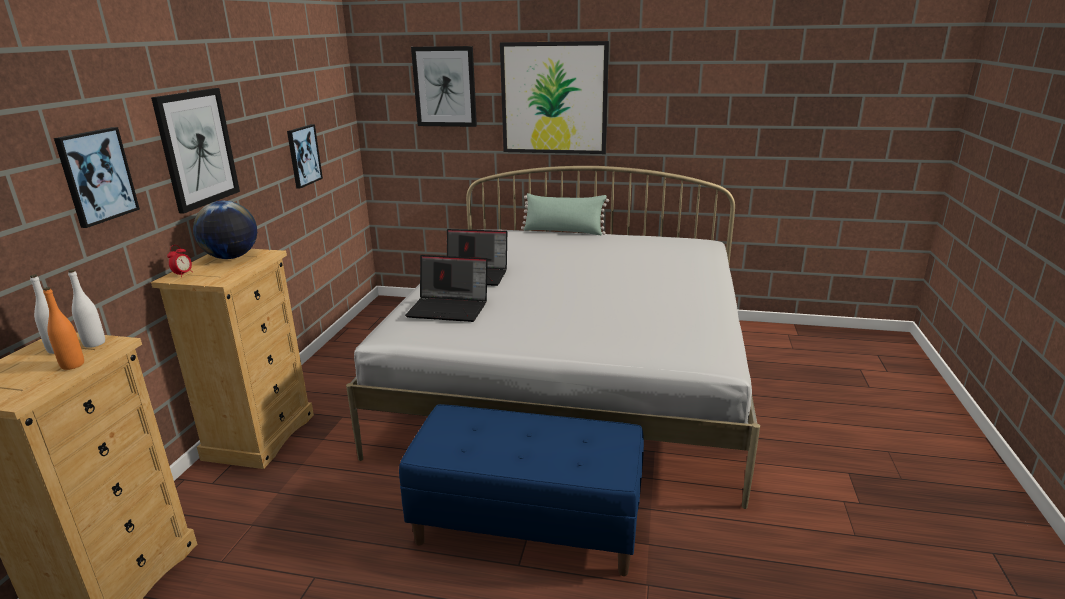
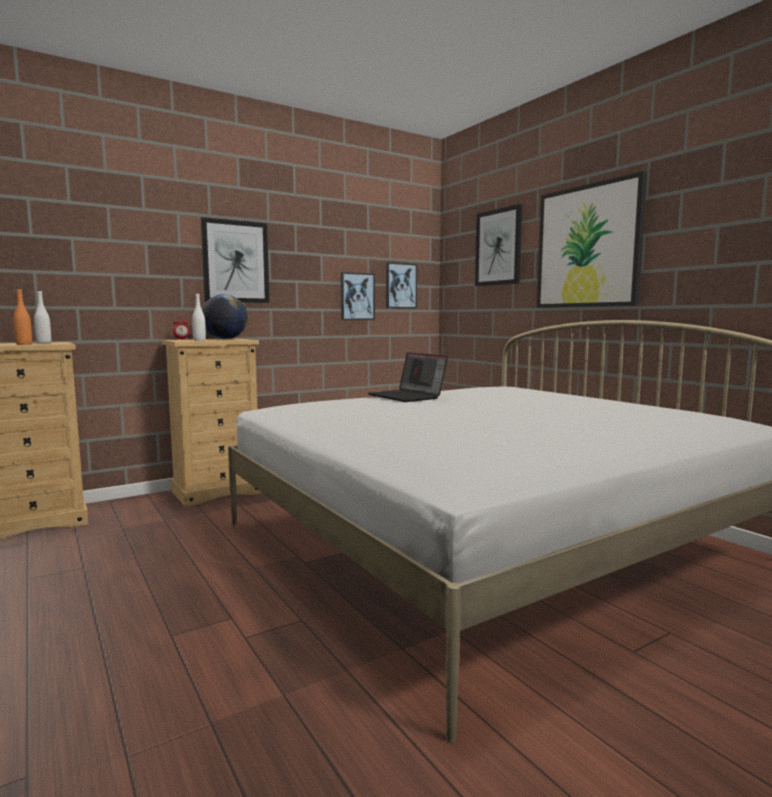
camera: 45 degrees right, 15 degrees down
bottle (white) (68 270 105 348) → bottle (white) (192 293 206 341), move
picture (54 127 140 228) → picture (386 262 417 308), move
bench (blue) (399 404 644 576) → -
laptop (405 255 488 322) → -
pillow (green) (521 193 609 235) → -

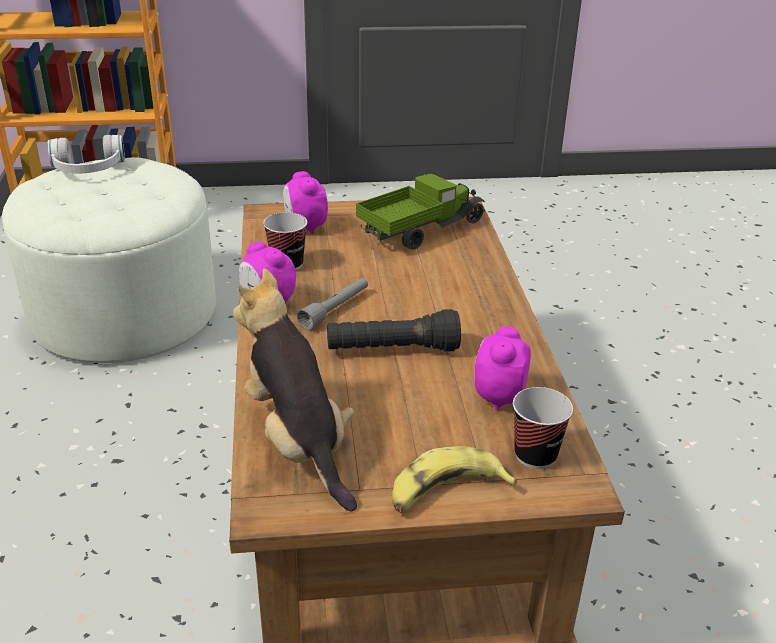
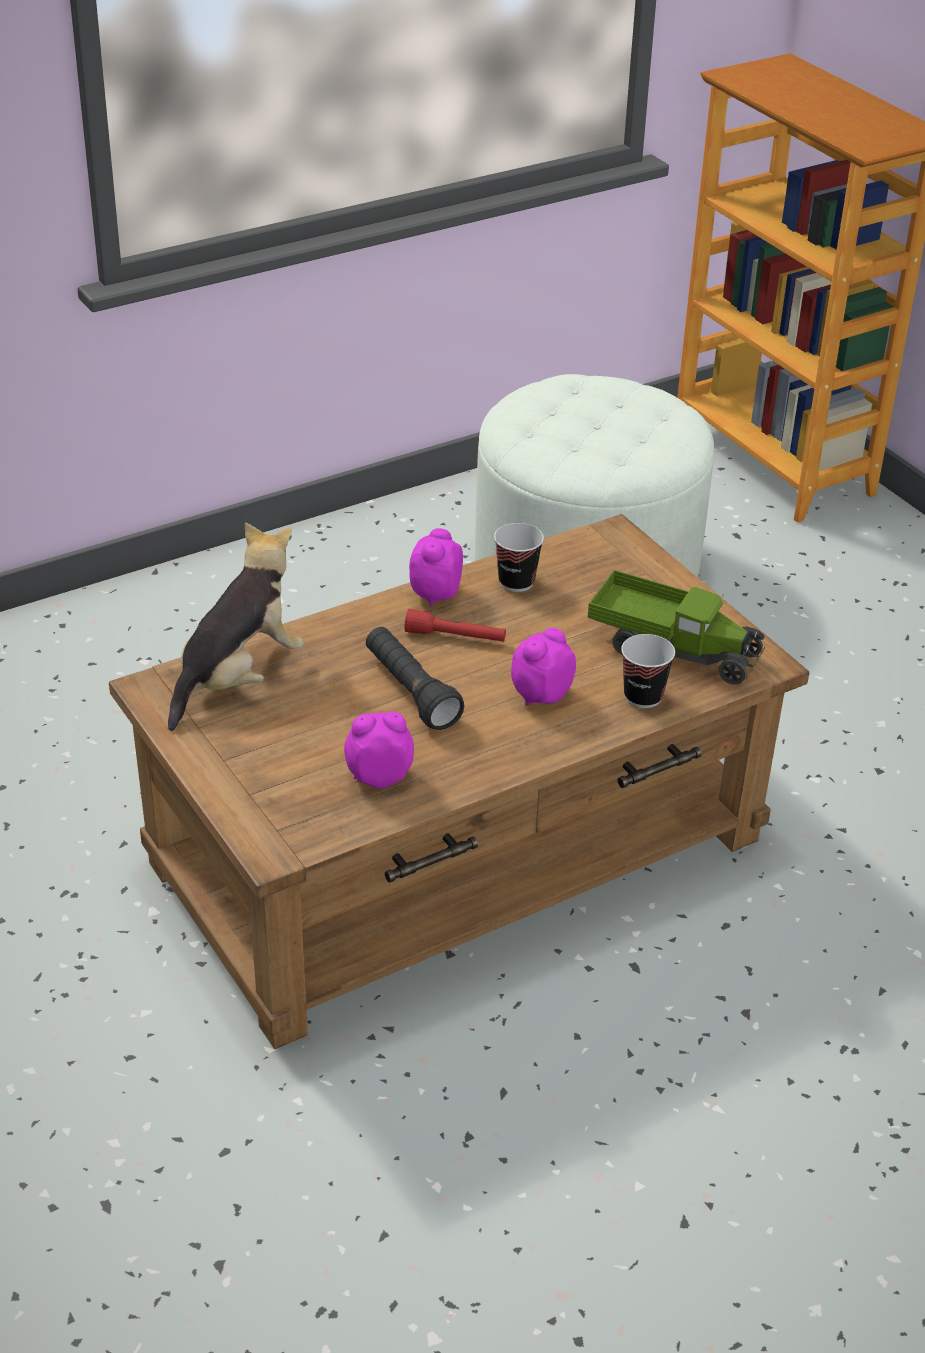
camera: 65 degrees right, 5 degrees up
flashlight (grey) (297 278 368 330) → flashlight (red) (404 609 506 642)
alarm clock (283 171 328 234) → alarm clock (511 628 576 706), move
cup (513 387 573 469) → cup (621 634 675 708), move
headphones (white) (48 135 125 173) → -
banana (392 446 517 513) → -

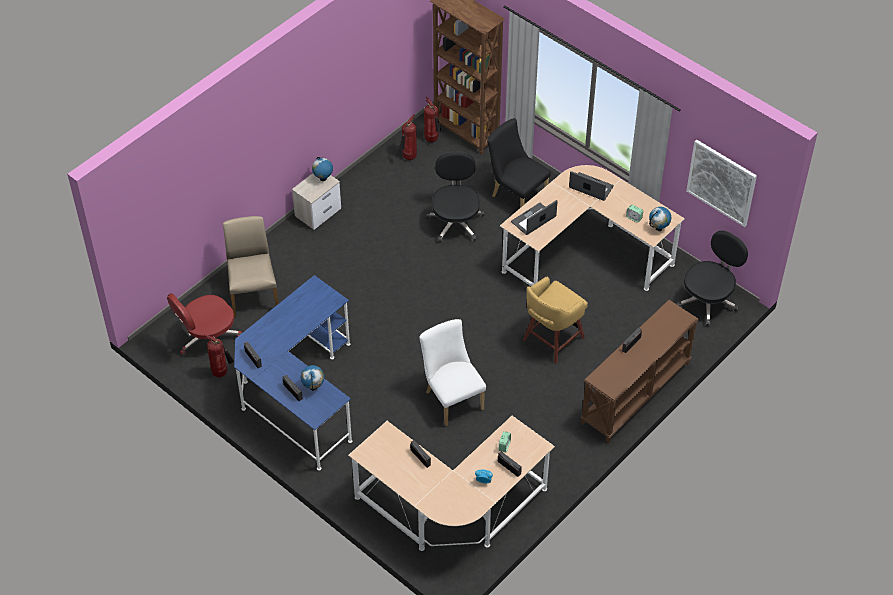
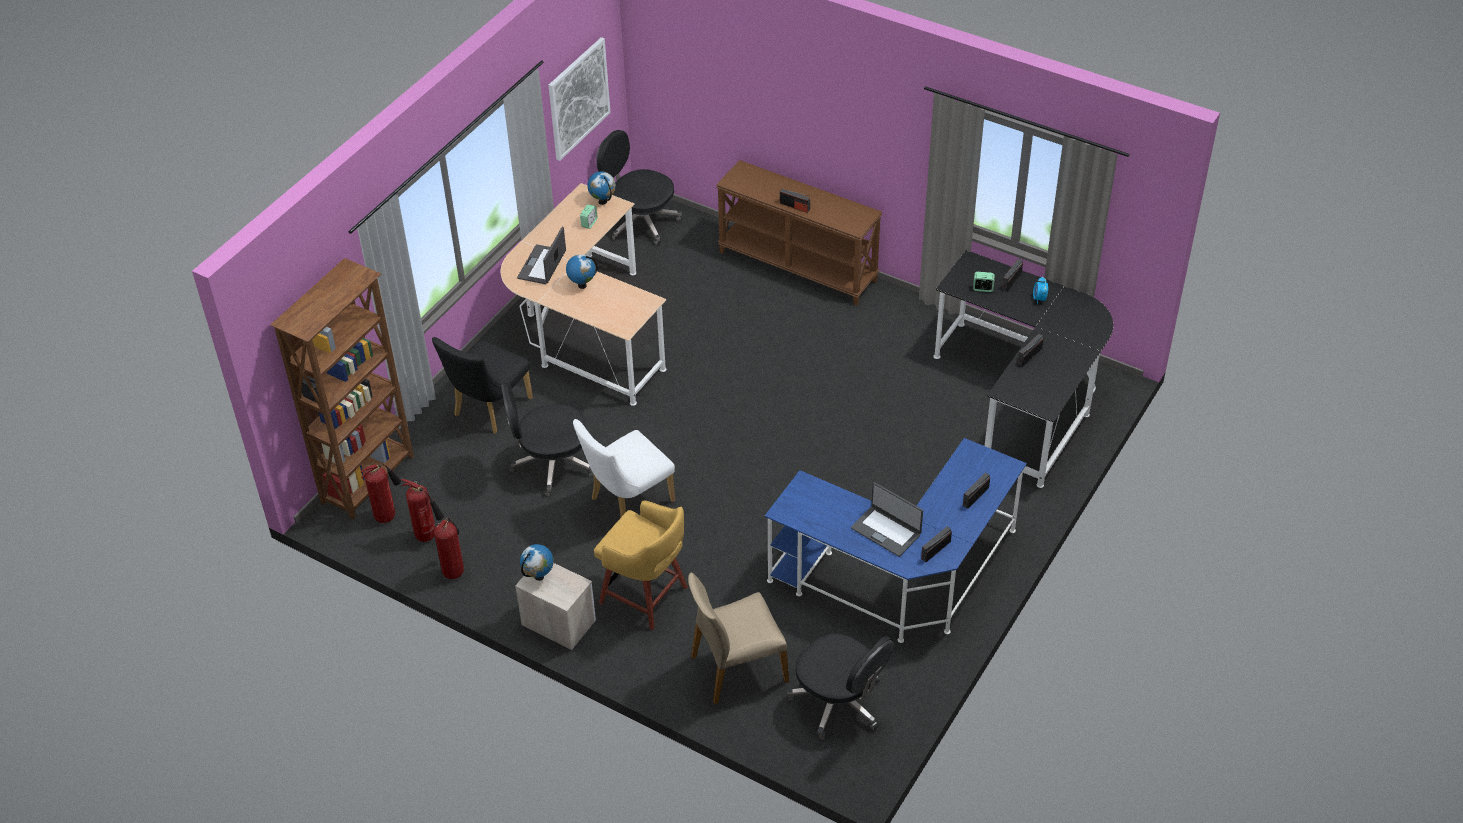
camera: 100 degrees left, 5 degrees down
fire extinguisher (204 334 234 377) → fire extinguisher (434 517 464 579), move
globe (301 365 324 391) → globe (566 254 598 289), move
chair (white) (419 319 486 426) → chair (white) (573 419 675 517), move
stool (yellow) (523 277 588 364) → stool (yellow) (594 501 688 630), move
office chair (red) (167 293 242 355) → office chair (black) (787 633 894 740)
laptop (511 200 558 235) → laptop (851 482 923 557), move
desk (beige) (348 416 555 551) → desk (black) (933 250 1113 488)

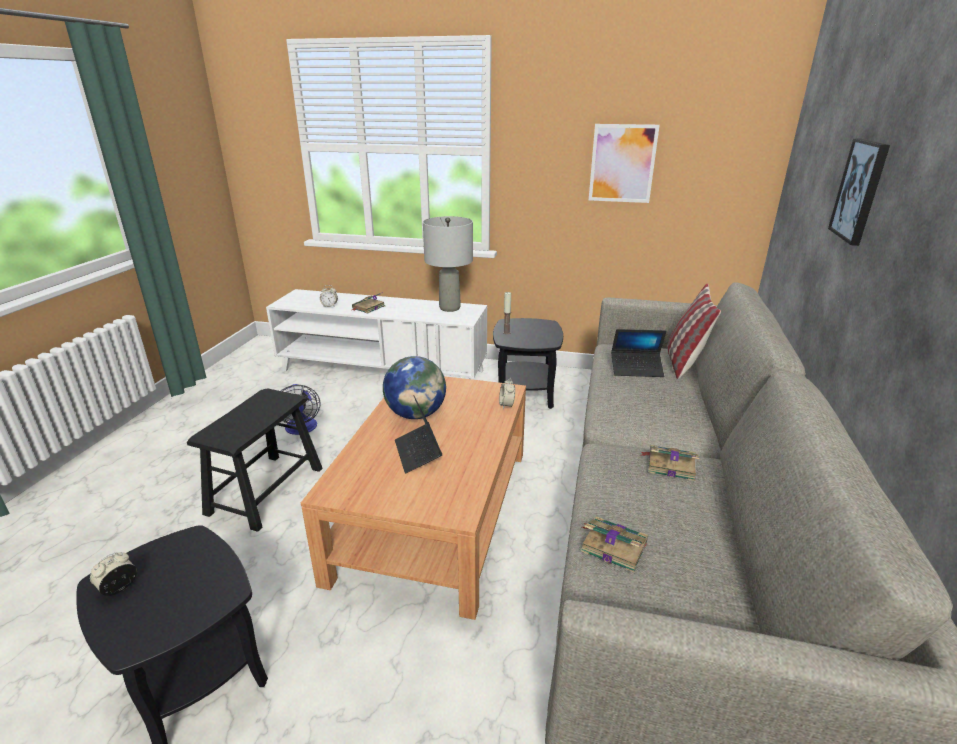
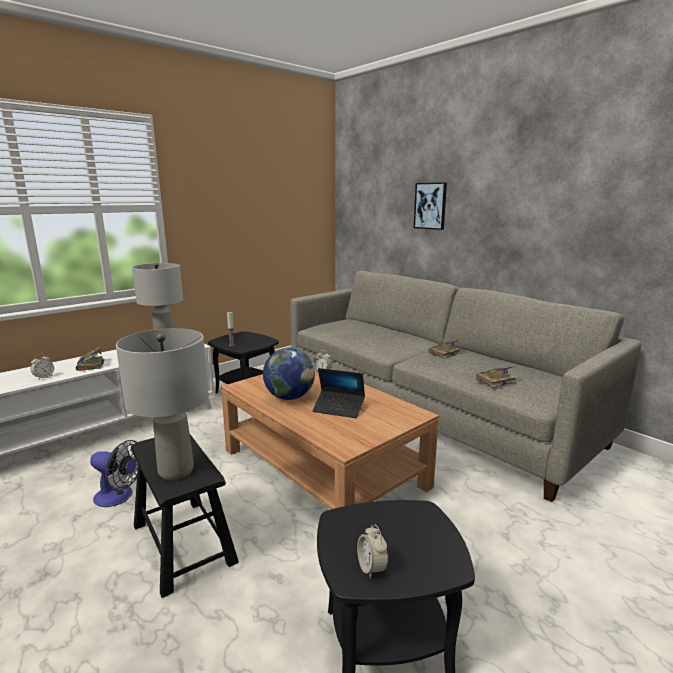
camera: 55 degrees left, 10 degrees down
- → table lamp (grey) (116 328 209 480)
picture (589 124 660 203) → -
laptop (611 329 666 377) → -
pillow (668 283 721 379) → -

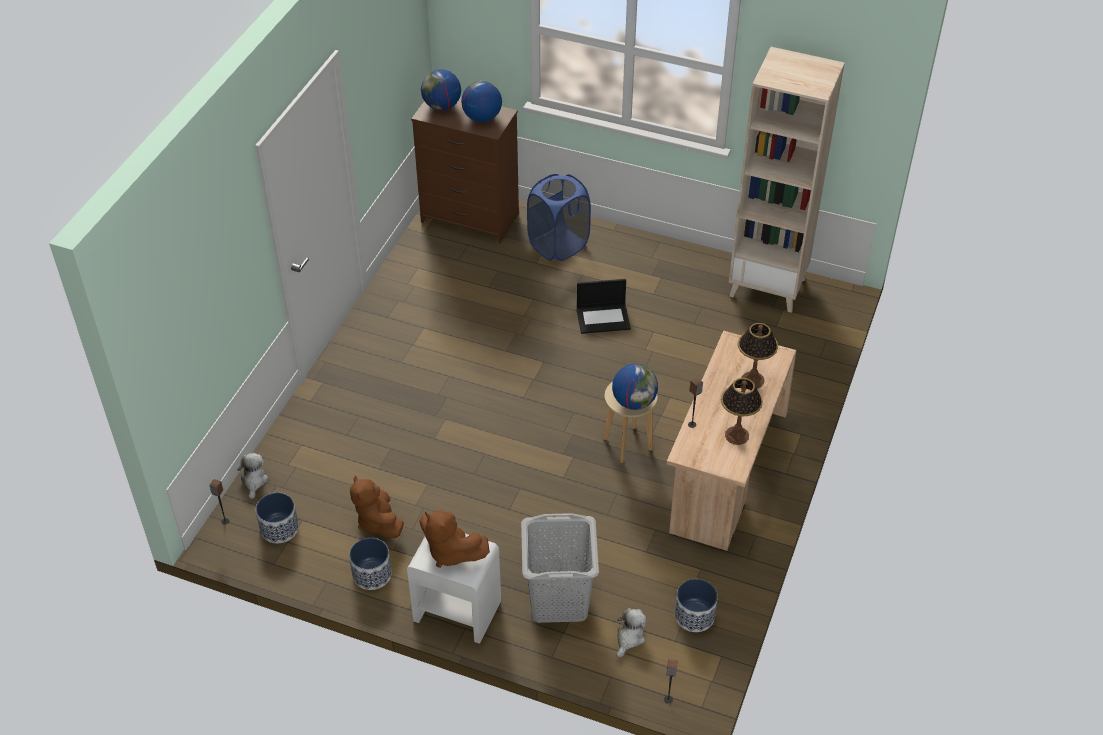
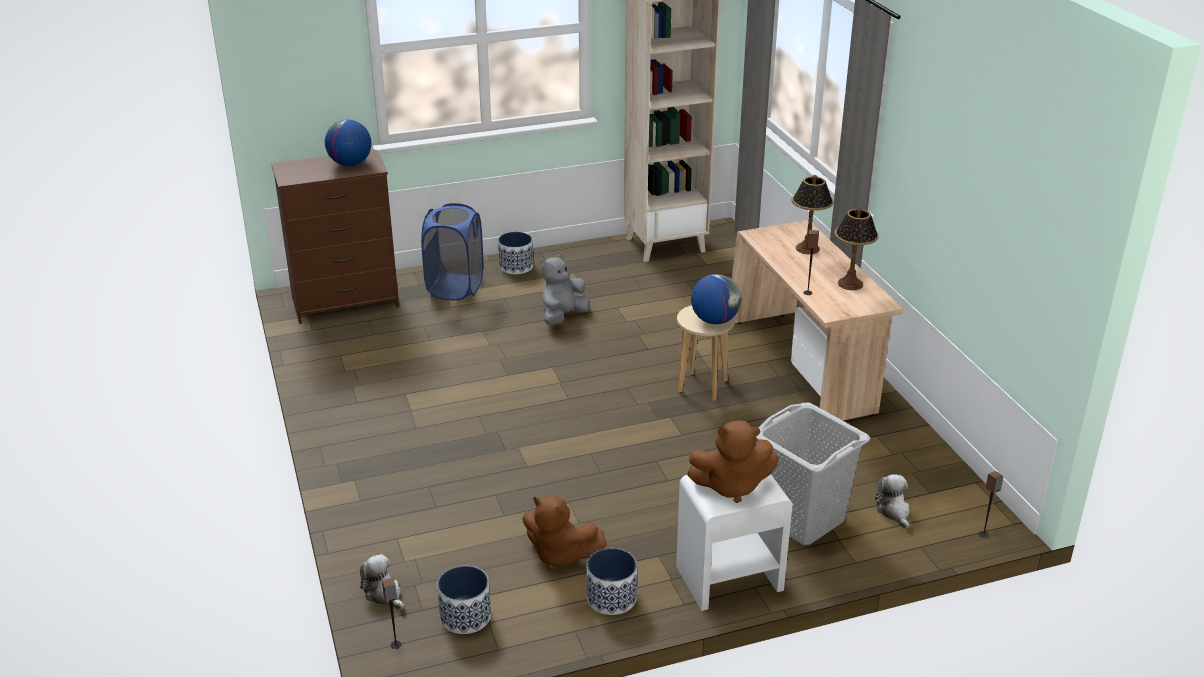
camera: 40 degrees left, 15 degrees down
planter (675 579 718 632) → planter (498 232 533 274), move
laptop (577 279 631 334) → plush toy (grey) (541 254 590 325)
globe (421 69 461 110) → -

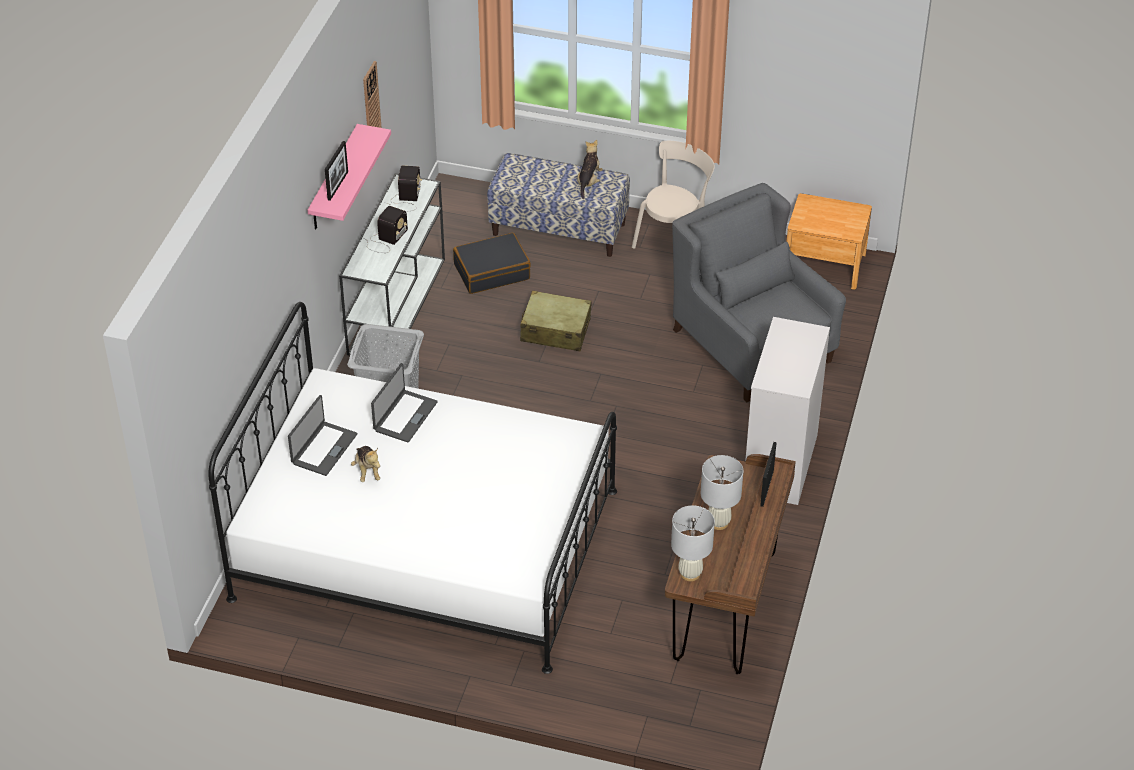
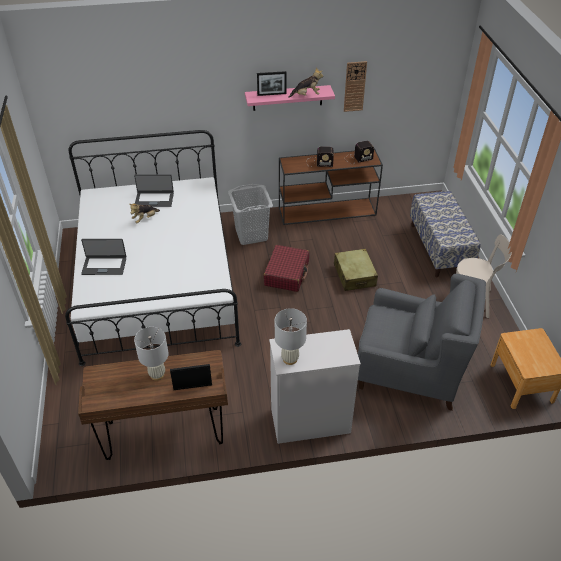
camera: 65 degrees right, 0 degrees up
laptop (371 363 438 442) → laptop (81 239 126 275), move
- → suitcase (red) (263 245 309 292)
table lamp (white) (671 505 715 581) → table lamp (white) (275 308 307 365), move
console table (white) (339 173 445 356) → console table (brown) (279 149 383 225)
plush toy (577 140 603 199) → plush toy (288 67 323 98), move
armchair (grey) (672 183 846 402) → armchair (grey) (358 274 486 411), 75 degrees clockwise
suitcase (black) (453 233 531 294) → -

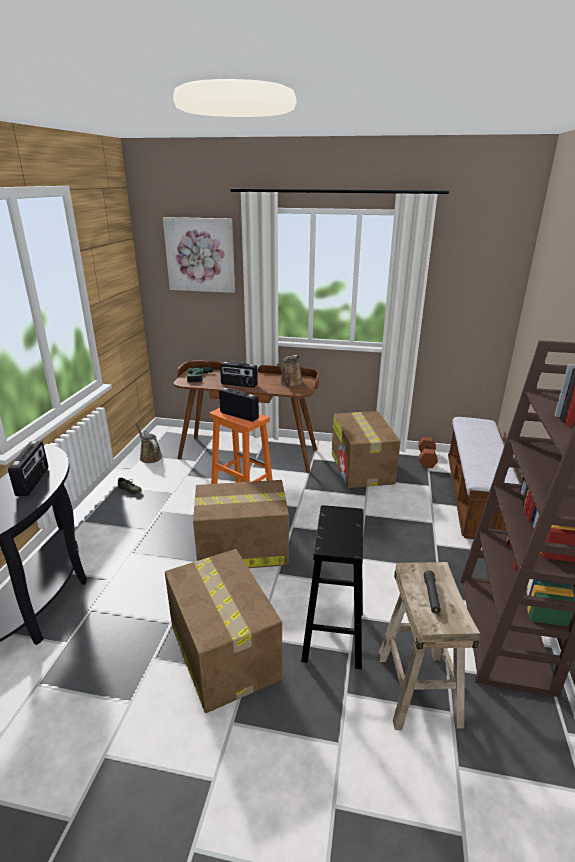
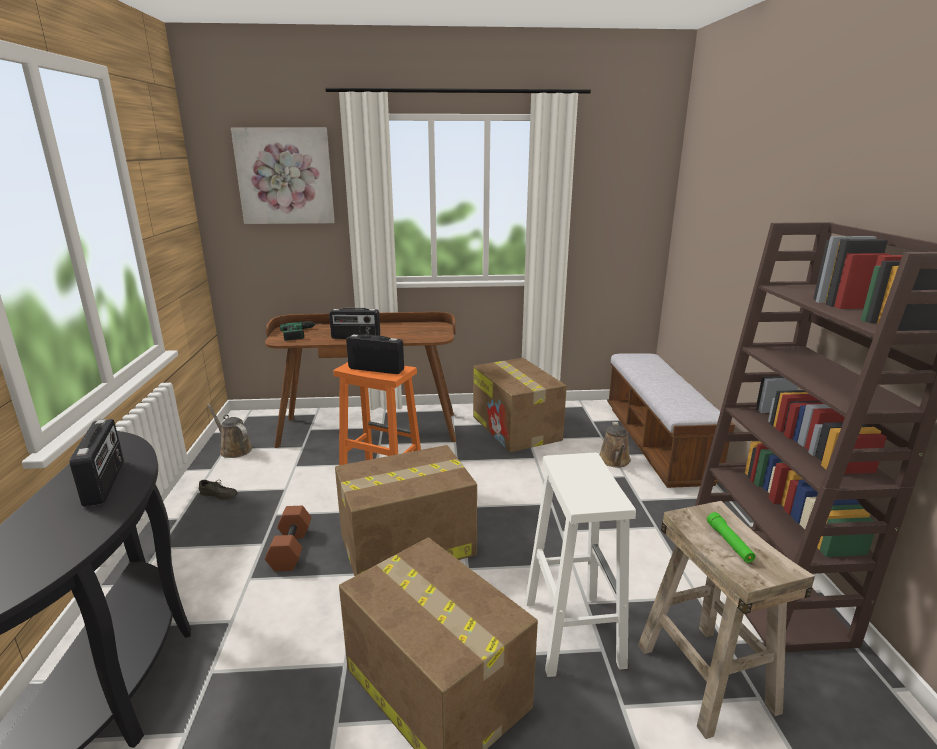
camera: 15 degrees left, 5 degrees down
dumbbell (brown) (418 436 438 468) → dumbbell (brown) (265 506 311 572), move
stool (black) (301 505 364 669) → stool (white) (525 453 636 677)
watering can (brown) (277 355 303 387) → watering can (brown) (600 422 631 468), move
flashlight (black) (424 571 441 613) → flashlight (green) (707 512 756 563)

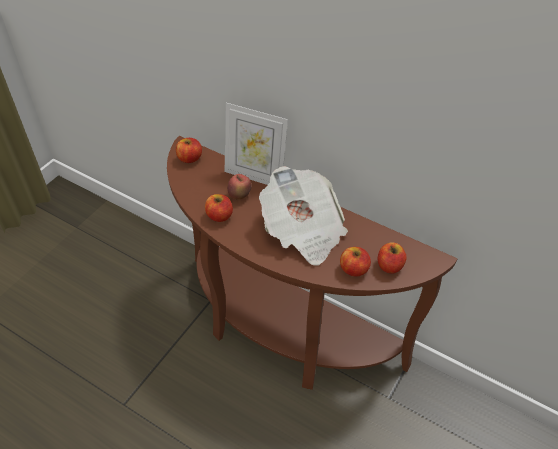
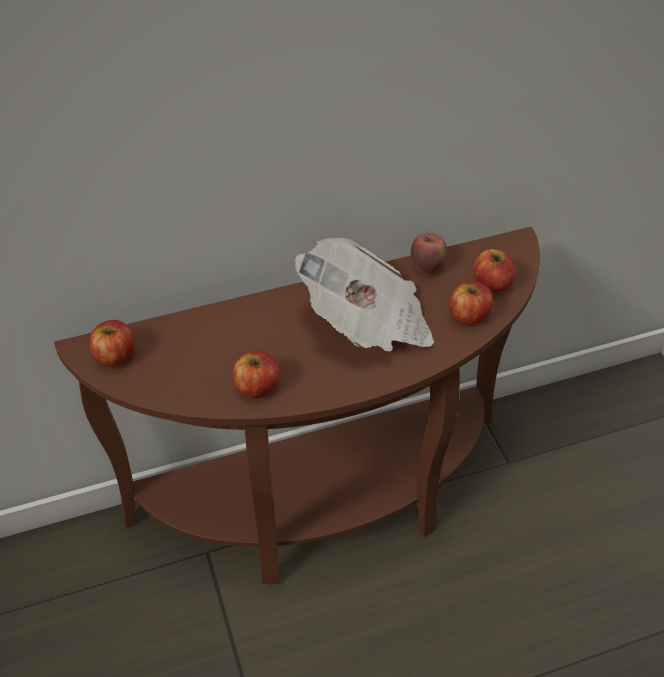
camera: 50 degrees left, 0 degrees up
apple (227 174 251 199) → apple (411 233 447 274), move
picture frame (225 103 288 185) → -

